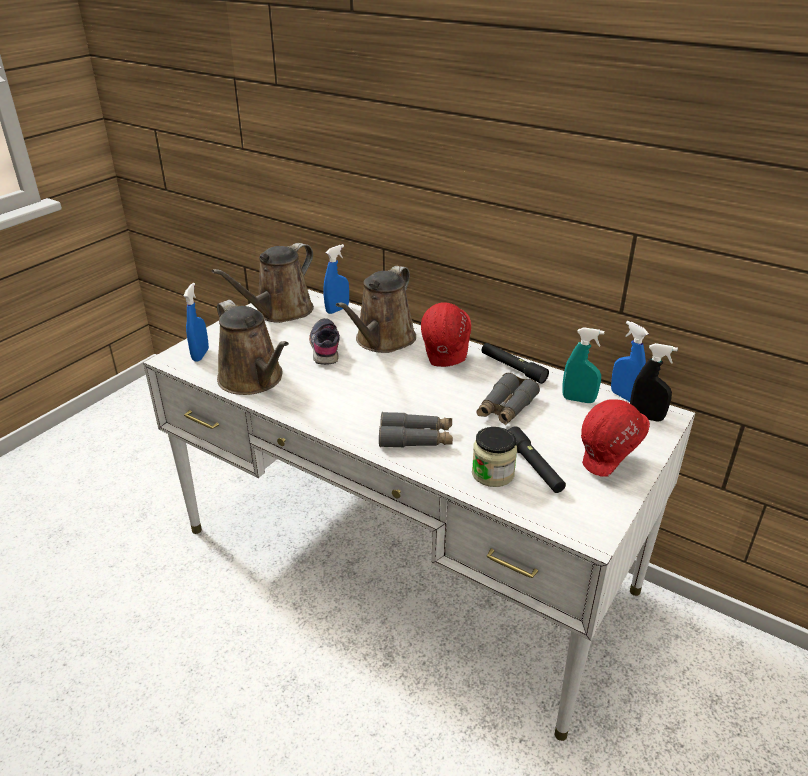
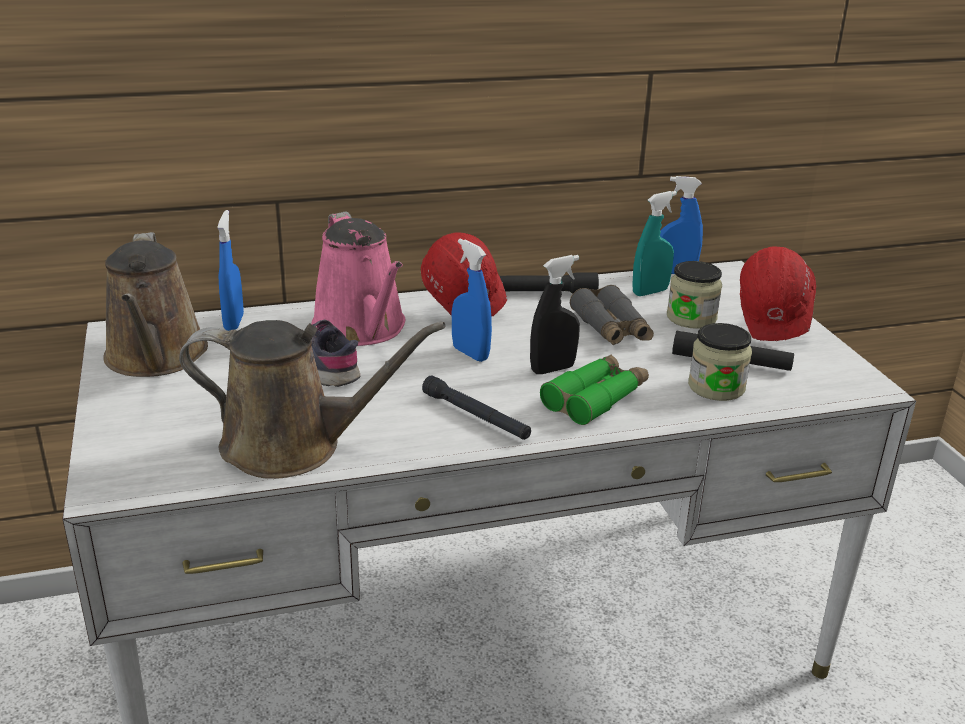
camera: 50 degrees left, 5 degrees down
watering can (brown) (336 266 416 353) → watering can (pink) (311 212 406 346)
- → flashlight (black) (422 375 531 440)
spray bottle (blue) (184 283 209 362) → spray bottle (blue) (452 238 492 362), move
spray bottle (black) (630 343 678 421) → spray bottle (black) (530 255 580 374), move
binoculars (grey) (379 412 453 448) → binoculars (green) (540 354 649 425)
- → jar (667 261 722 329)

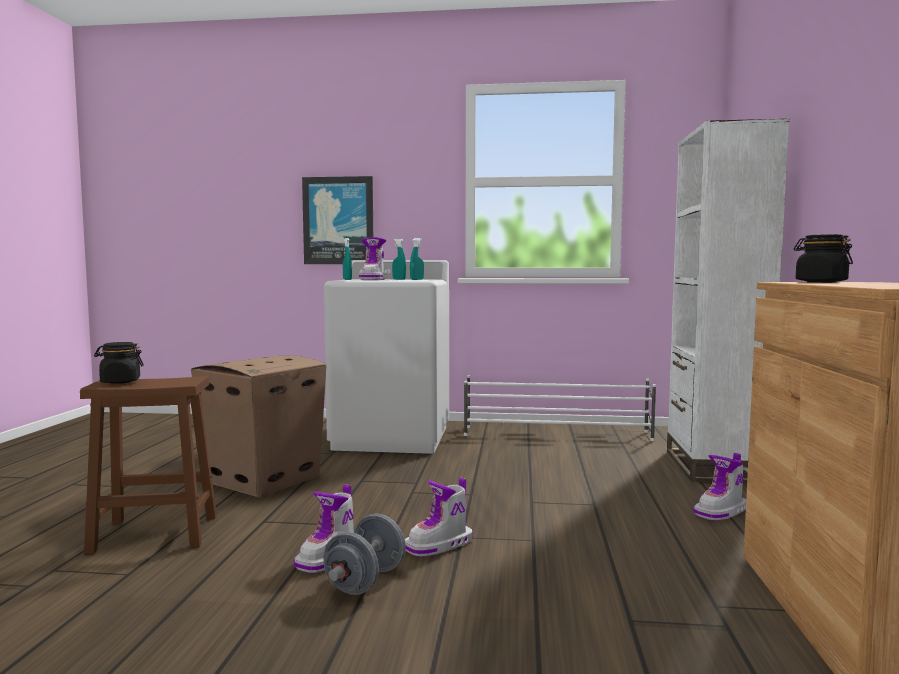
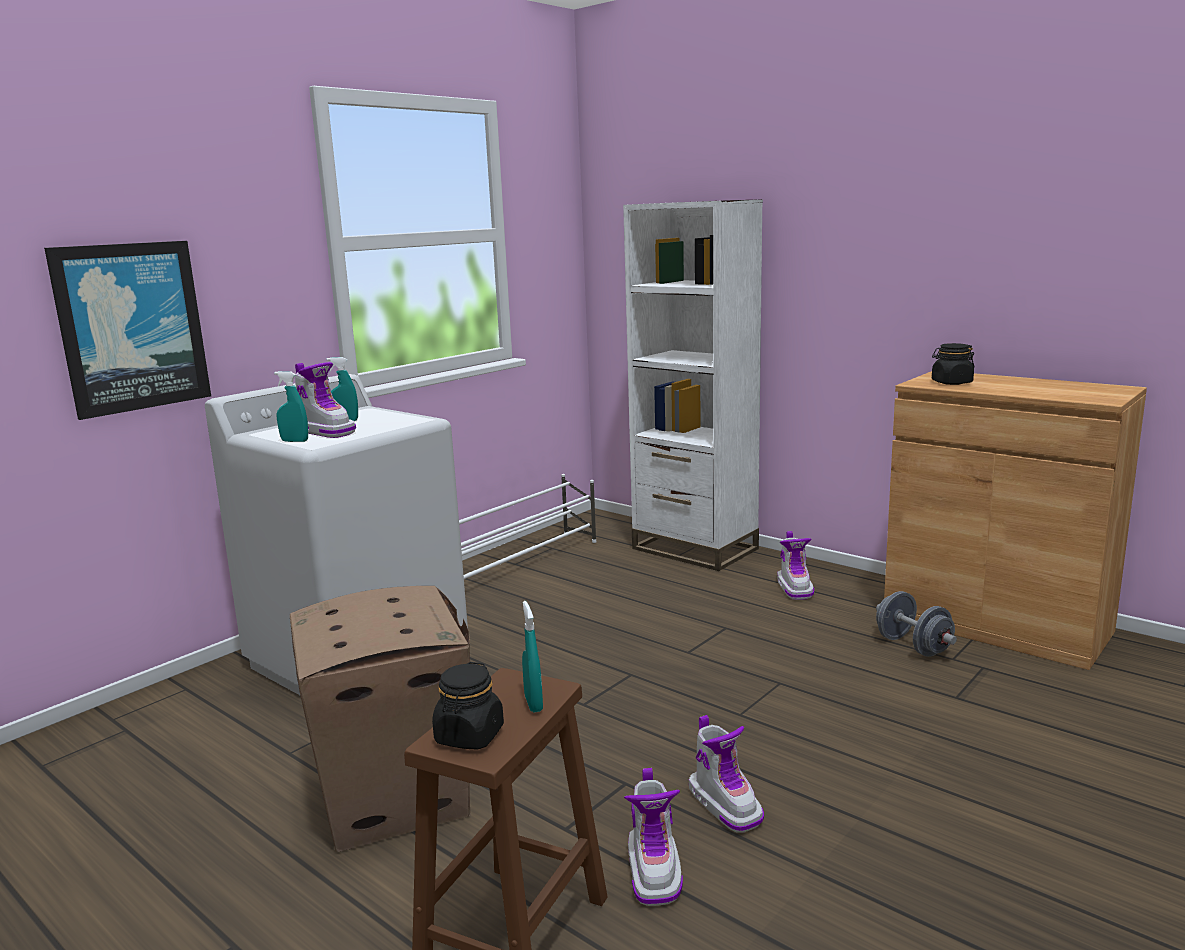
camera: 55 degrees left, 10 degrees up
spray bottle (turquoise) (410 238 424 280) → spray bottle (turquoise) (522 601 543 712), move
boot (405 478 472 557) → boot (624 768 683 906), move
dumbbell (grey) (323 514 406 595) → dumbbell (grey) (876 591 957 657), move

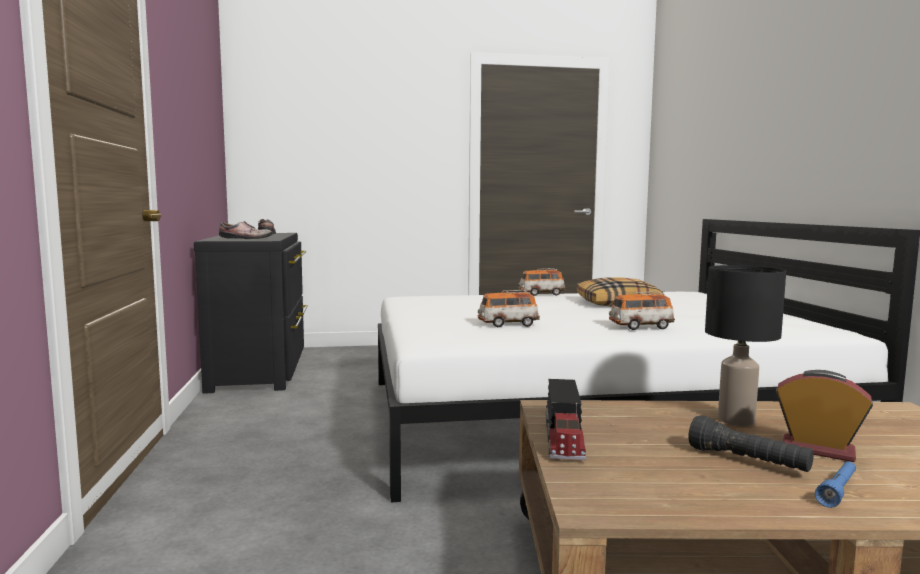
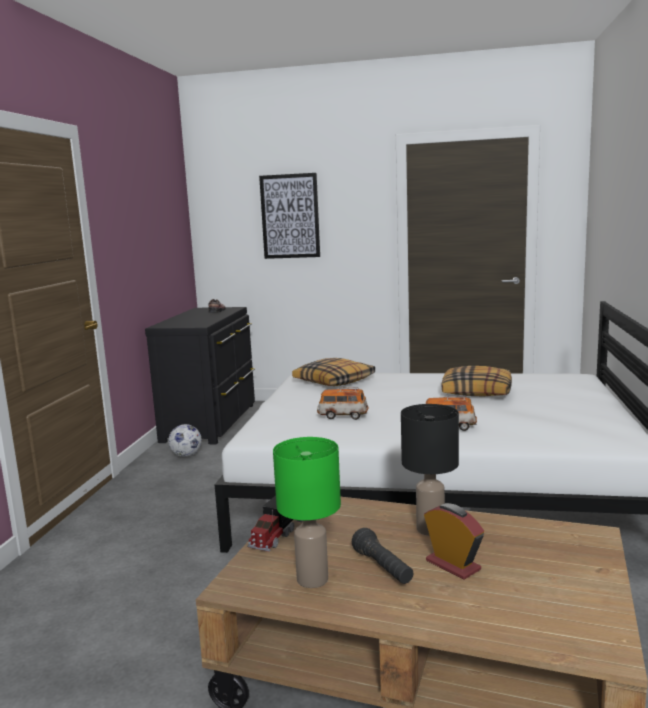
camera: 20 degrees right, 5 degrees up
- → football (168 424 202 457)
- → picture (259 173 320 259)
- → table lamp (green) (273 437 341 588)
- → pillow (292 358 375 386)
shoe (219 221 272 239) → -
toy car (519 268 565 296) → -
flashlight (blue) (815 461 856 508) → -

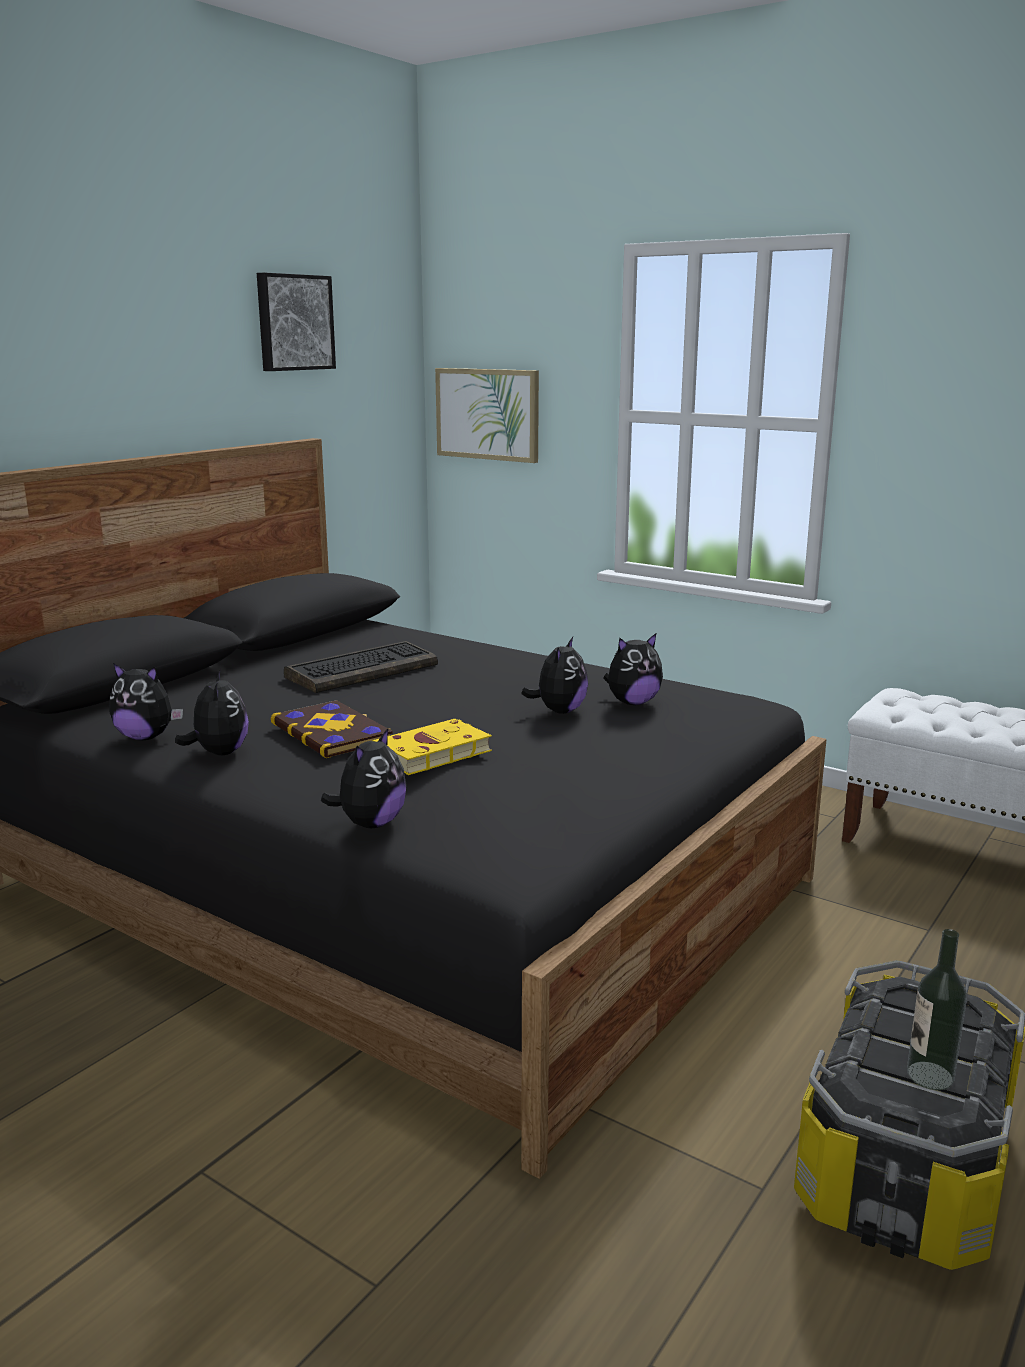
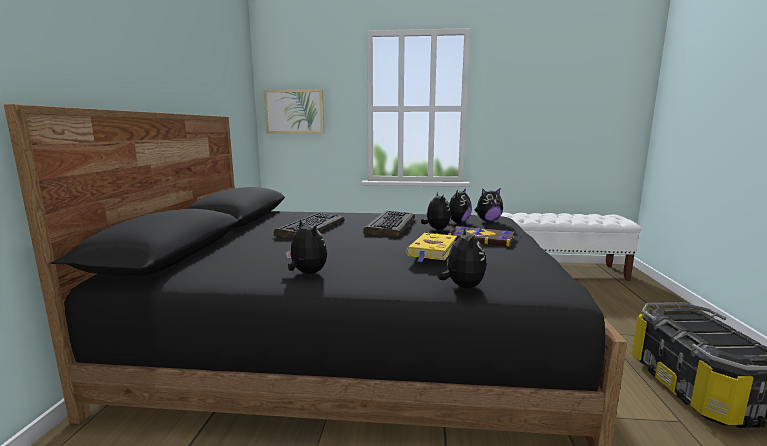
camera: 30 degrees left, 5 degrees down
- → keyboard (363 211 415 236)
book (271 700 393 758) → book (448 226 514 247), move
plush toy (109 663 183 740) → plush toy (475 188 503 222), move
picture (257 273 336 371) → -
bottle (907 929 967 1090) → -

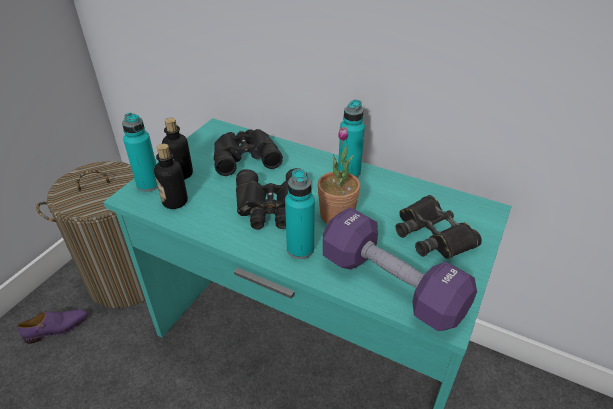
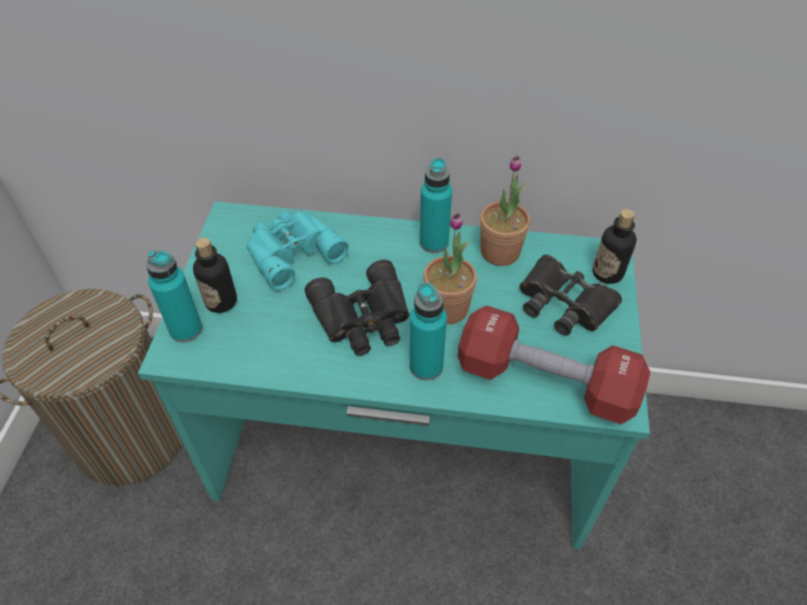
camera: 20 degrees left, 10 degrees up
binoculars (black) (214 129 283 176) → binoculars (turquoise) (247 211 349 290)
dumbbell (purple) (323 207 477 331) → dumbbell (red) (458 306 650 424)
- → potted plant (480 156 530 266)
bottle (154 144 188 209) → bottle (593 209 637 284), move
shoe (purple) (17 310 88 344) → -

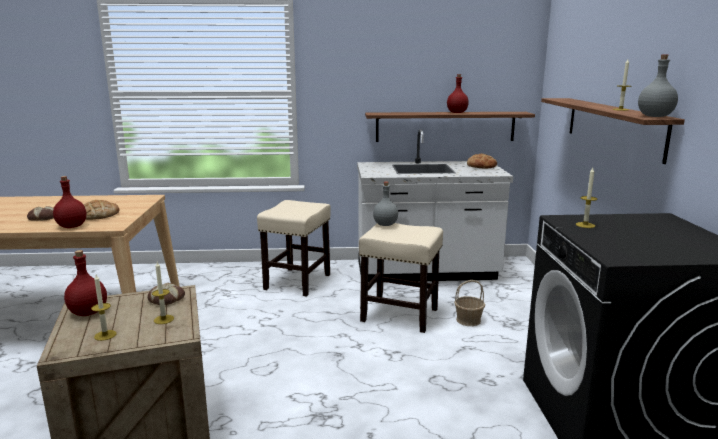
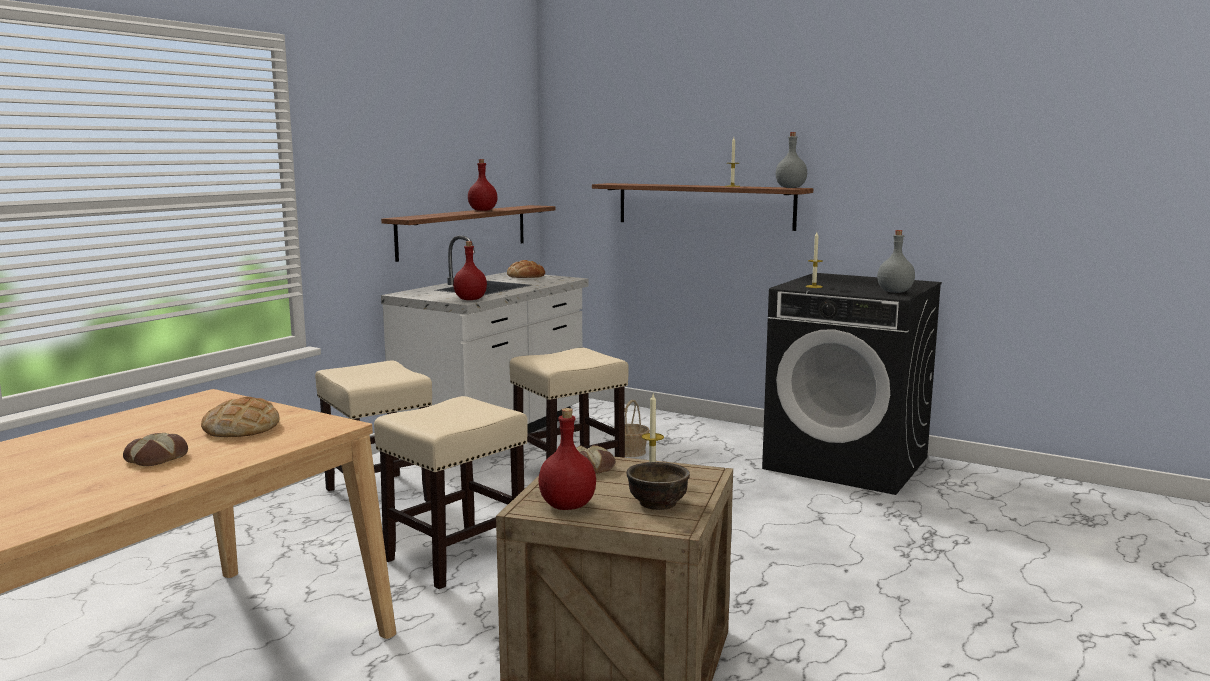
camera: 55 degrees left, 5 degrees down
- → stool (beige) (374 396 528 589)
bottle (red) (53 176 87 228) → bottle (red) (453 241 487 300), move
candle (91 275 117 341) → bowl (brown) (627 462 690 510)
bottle (grey) (373 182 398 226) → bottle (grey) (877 230 915 293), move

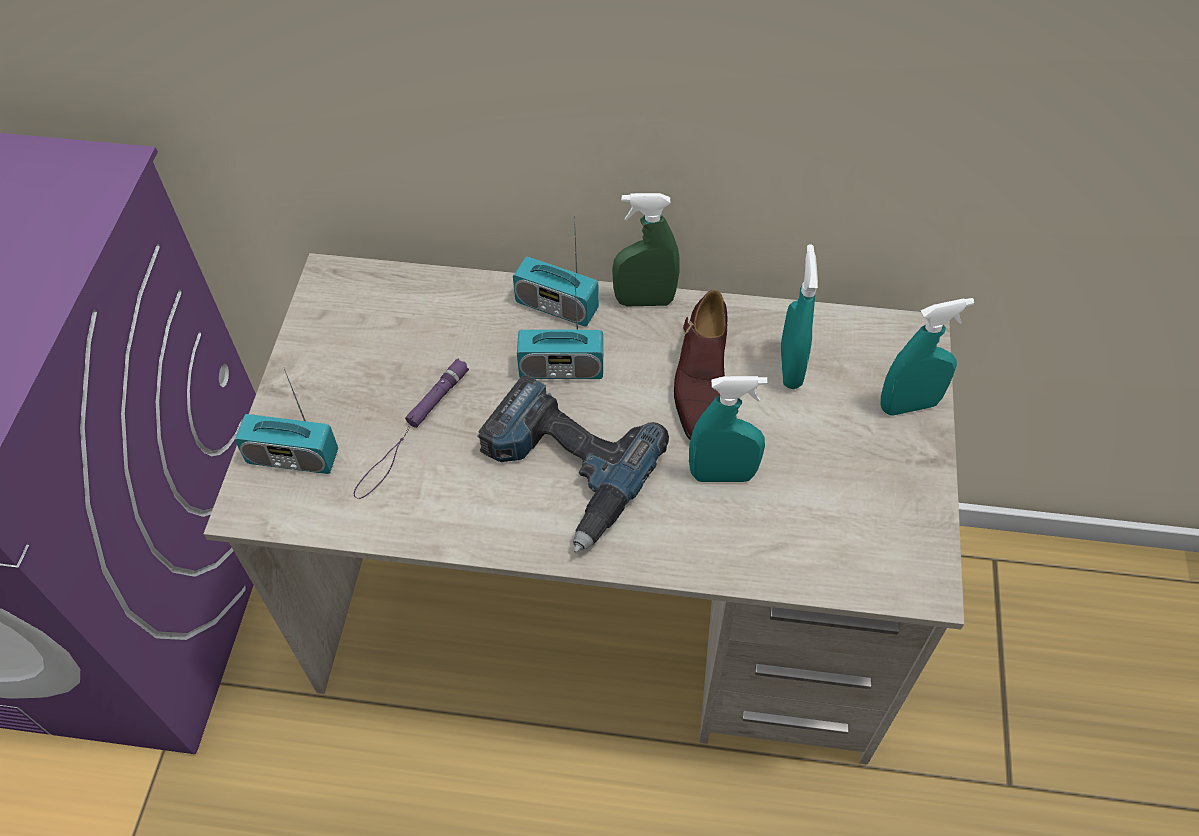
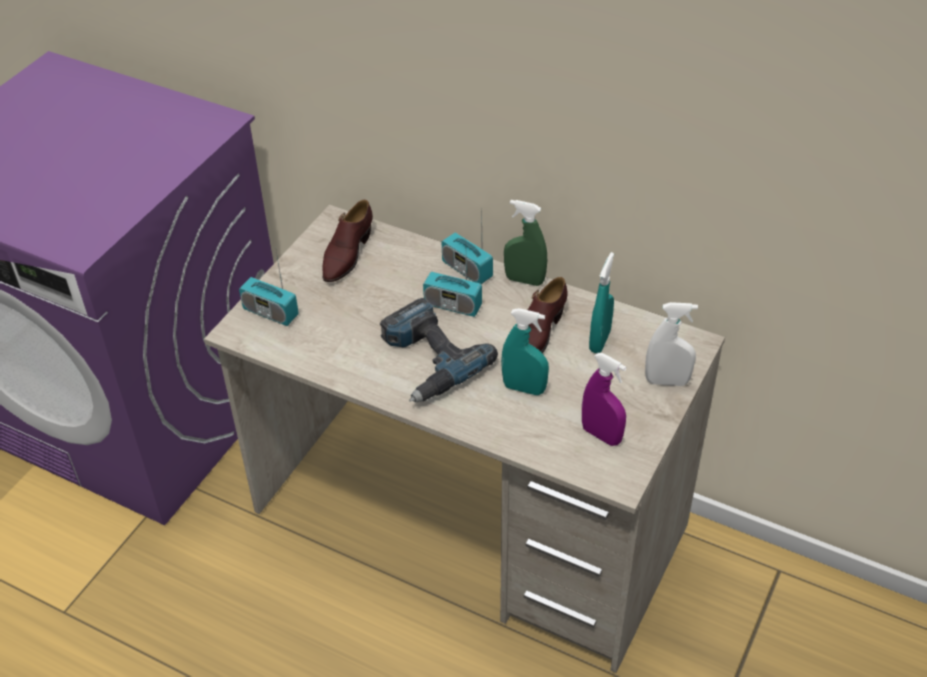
camera: 20 degrees right, 10 degrees down
- → shoe (brown) (322 200 373 282)
- → spray bottle (purple) (582 353 627 446)
spray bottle (turquoise) (881 298 974 416) → spray bottle (white) (645 302 698 386)
flashlight (purple) (354 359 469 499) → -

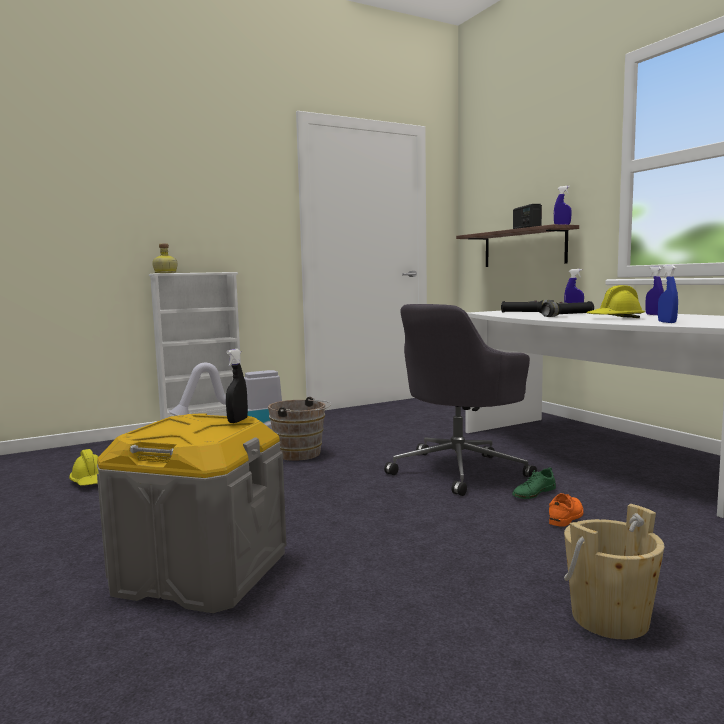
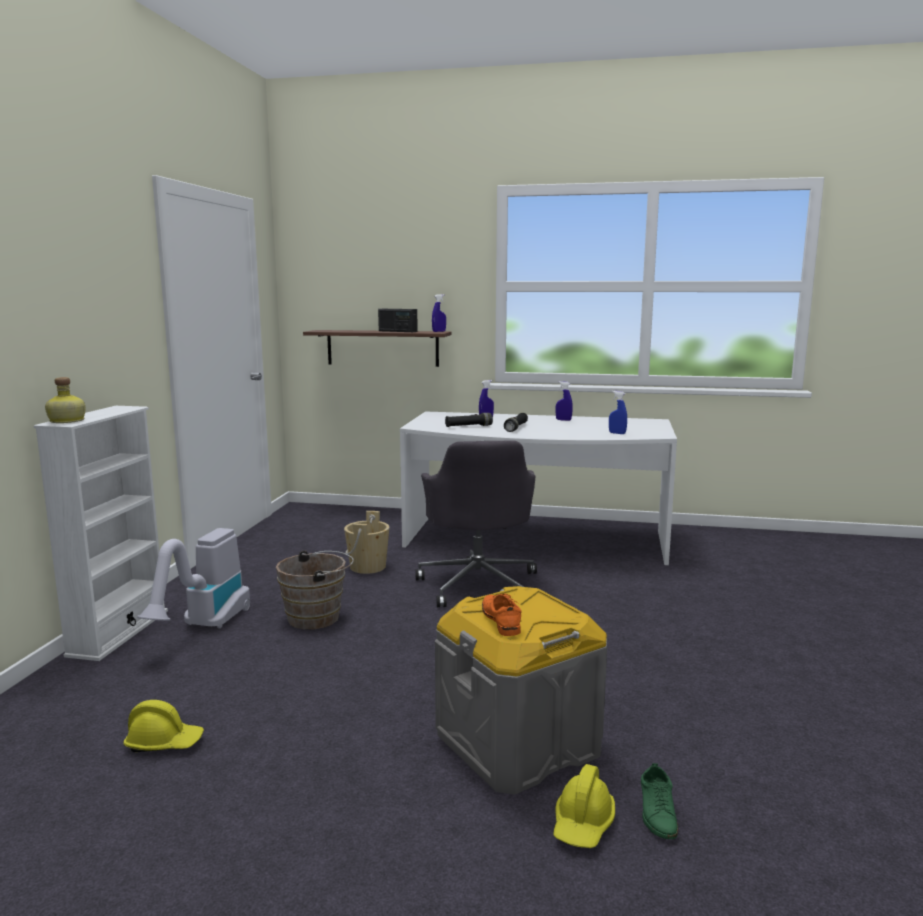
camera: 50 degrees left, 5 degrees up
bucket (beige) (564 504 664 639) → bucket (beige) (344 511 389 574), move
shoe (orange) (549 493 583 527) → shoe (orange) (482 594 521 636), move
hard hat (yellow) (587 285 645 318) → hard hat (yellow) (553 764 615 848), move
shoe (green) (512 467 556 499) → shoe (green) (641 763 678 839), move
spray bottle (black) (226 349 248 423) → -

